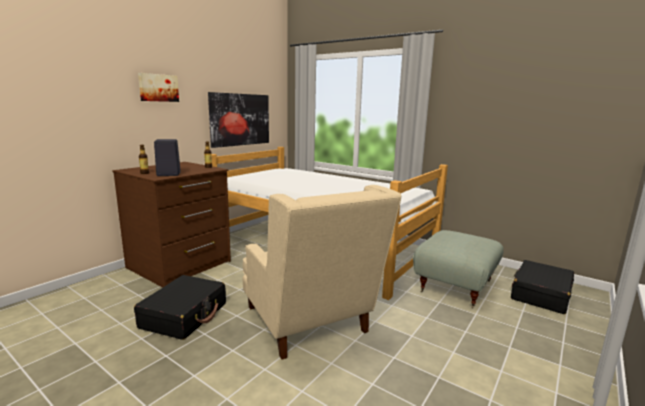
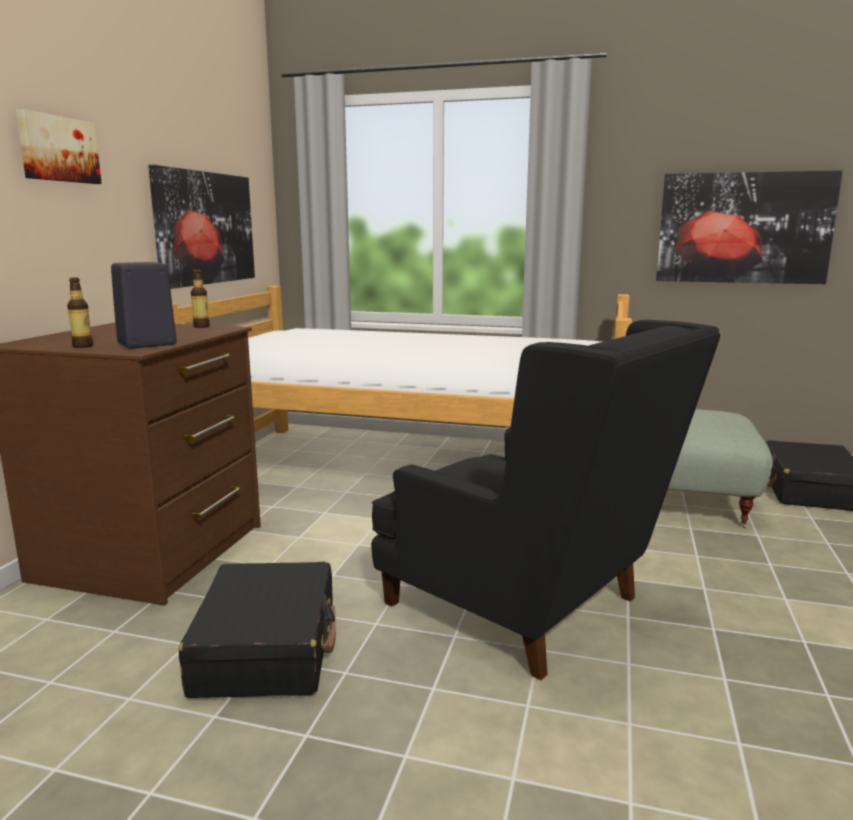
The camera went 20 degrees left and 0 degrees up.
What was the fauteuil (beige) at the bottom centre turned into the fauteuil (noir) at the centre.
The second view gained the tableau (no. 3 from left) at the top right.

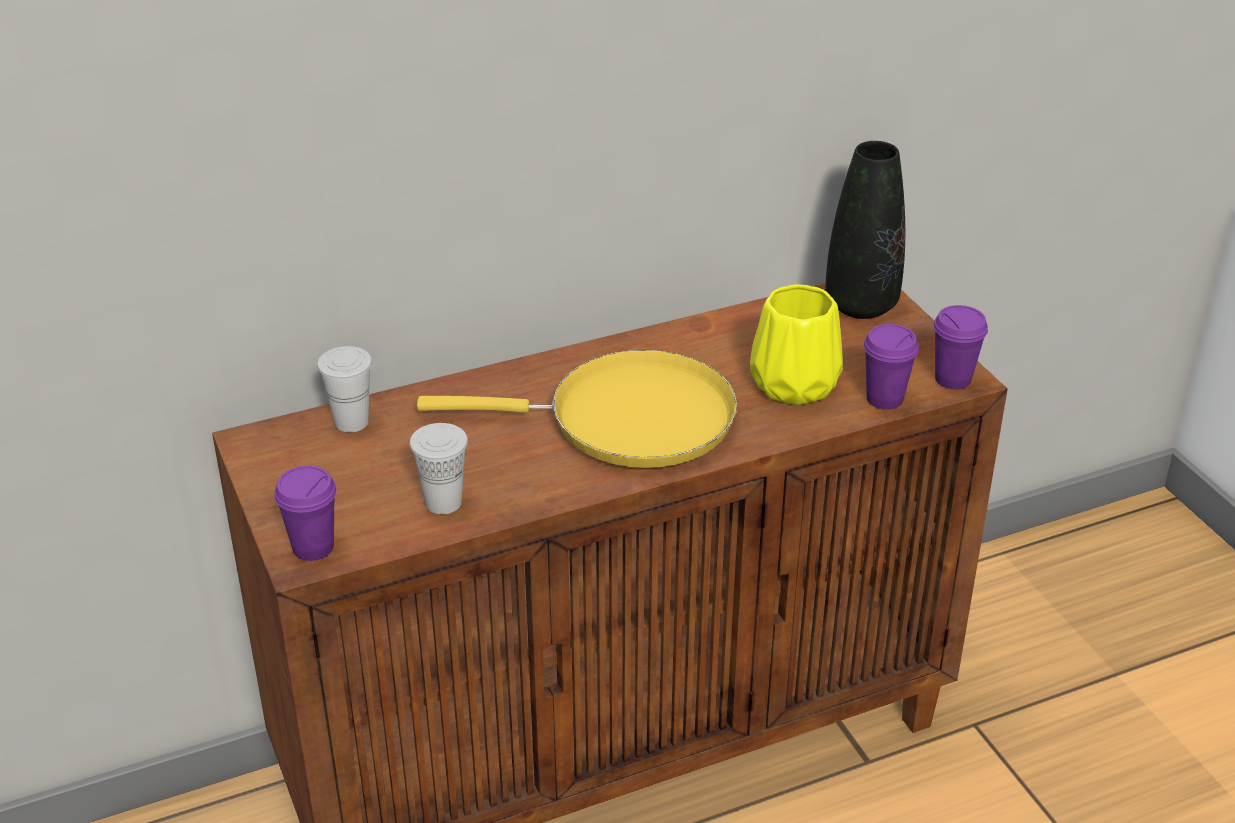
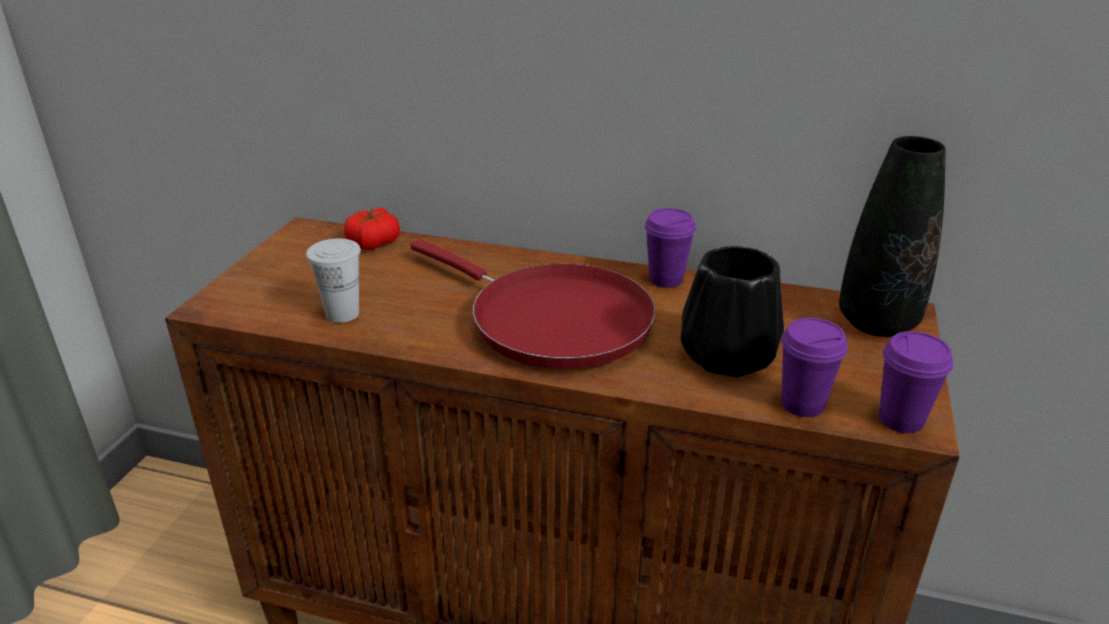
The camera went 40 degrees right and 5 degrees down.
The tasse (violet) (no. 1 from left) ended up elsewhere, having gone from the middle left to the centre.
Where the tasse (blanc) (no. 1 from left) stood at the middle left, the tomate came to stand at the centre.
What was the poêle (jaune) at the centre turned into the poêle (rouge) at the centre.
What was the vase (jaune) at the centre turned into the vase (noir) (no. 1 from left) at the centre.

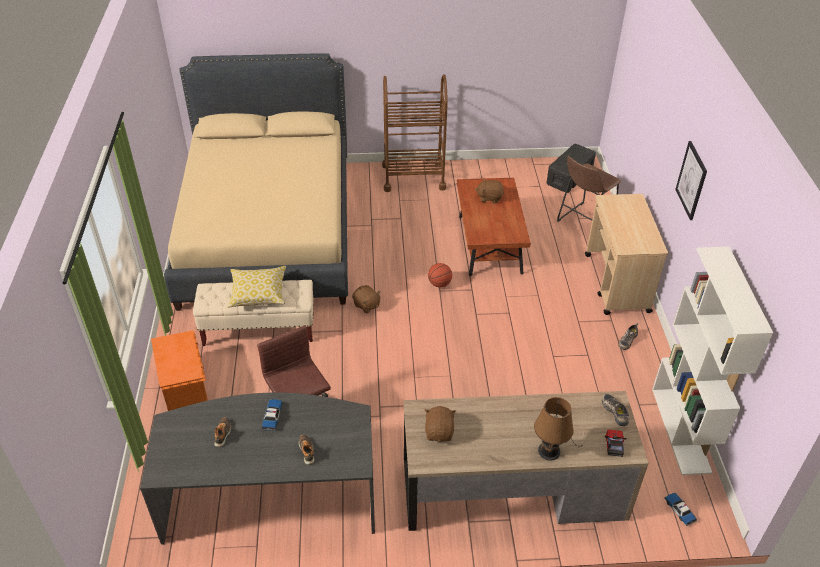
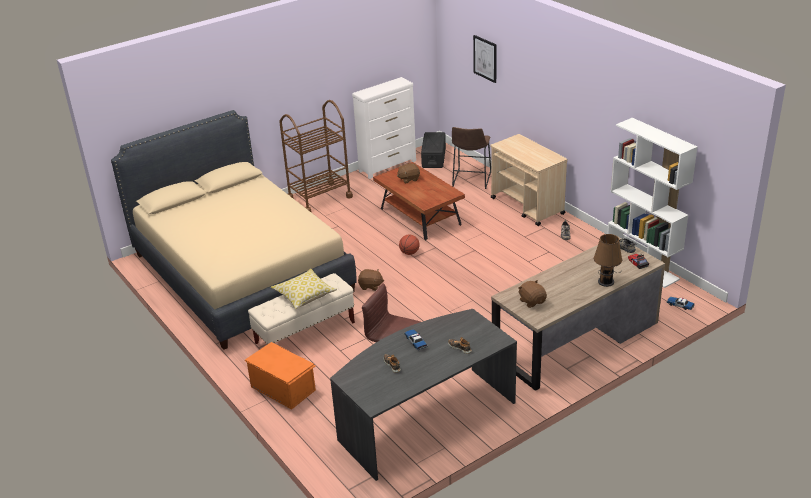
The camera went 30 degrees left and 10 degrees down.
The tableau ended up elsewhere, having gone from the top right to the top centre.
The second view gained the commode (blanc) at the top centre.

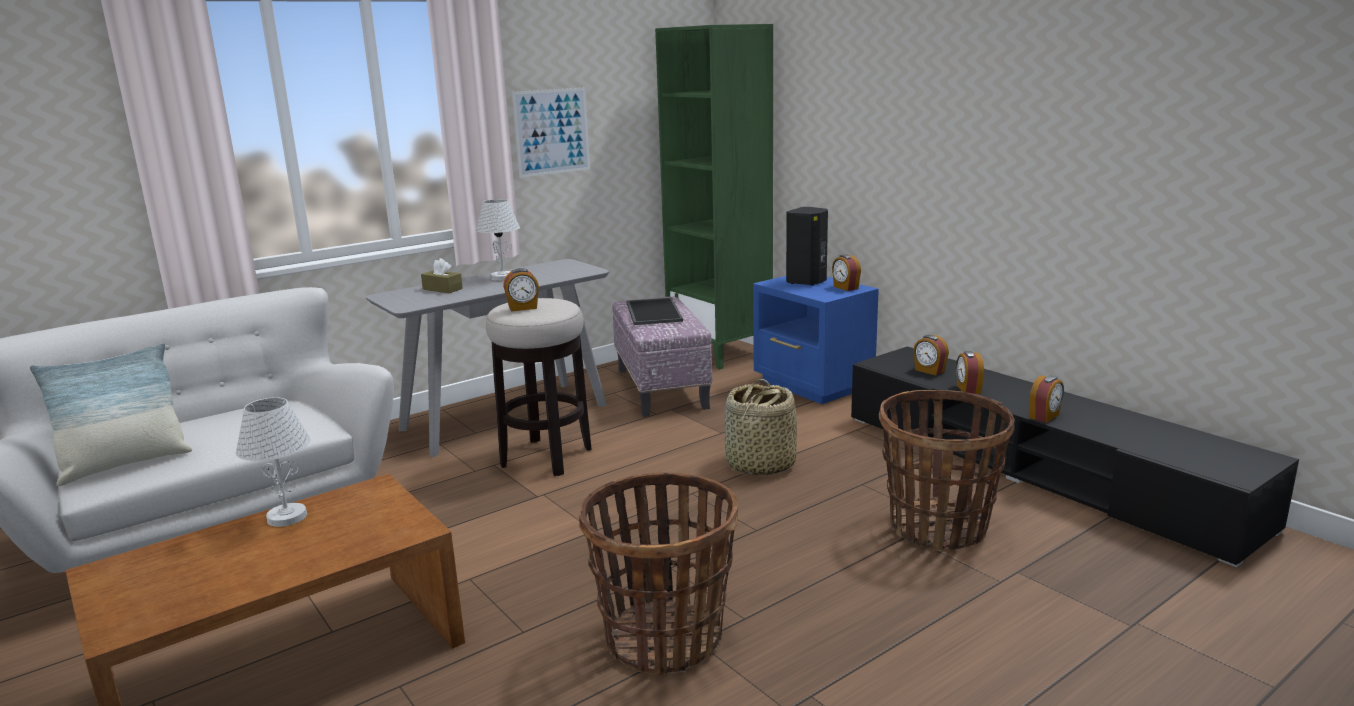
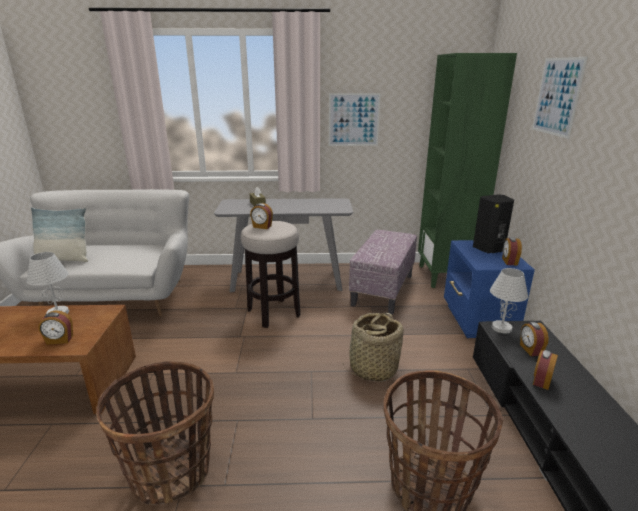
The camera went 35 degrees right and 5 degrees up.
The lampe de table (blanc) (no. 2 from left) ended up elsewhere, having gone from the centre to the middle right.
The second view lost the plateau at the centre.
The réveil (no. 5 from left in the first image) ended up elsewhere, having gone from the middle right to the middle left.
The second view gained the tableau (no. 2 from left) at the top right.

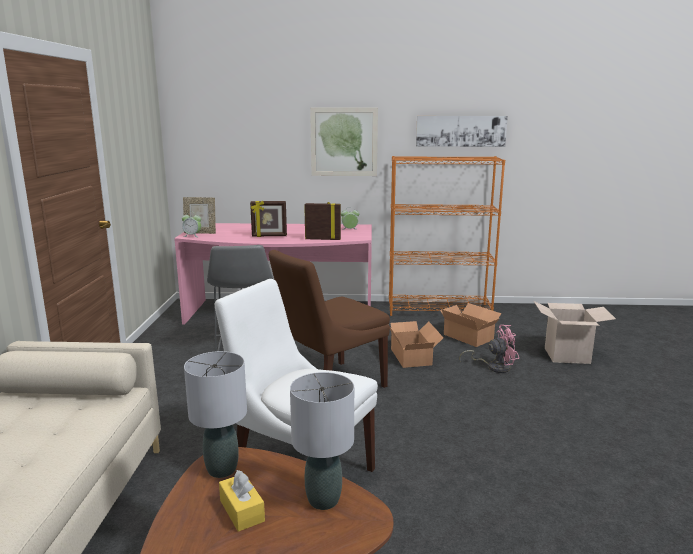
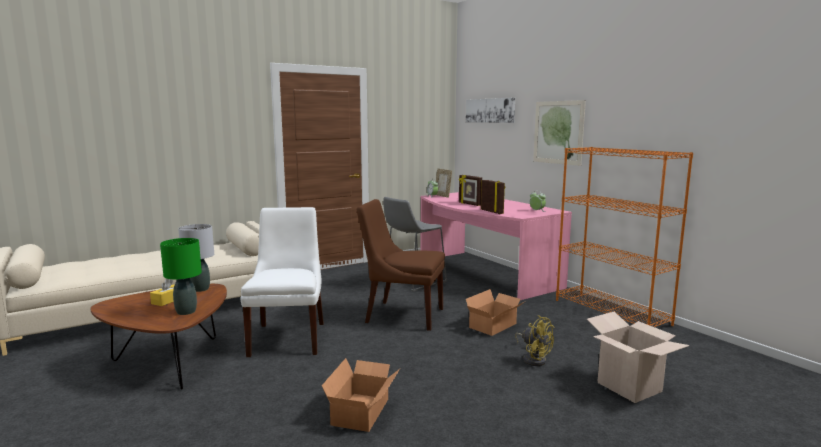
The camera went 55 degrees right and 5 degrees down.
What was the lampe de table (gris) (no. 2 from left) at the bottom centre turned into the lampe de table (vert) at the middle left.
The tableau (no. 2 from left in the first image) ended up elsewhere, having gone from the top right to the top centre.
The carton (no. 2 from left in the first image) ended up elsewhere, having gone from the middle right to the bottom centre.
What was the ventilateur (rose) at the middle right turned into the ventilateur (jaune) at the bottom centre.

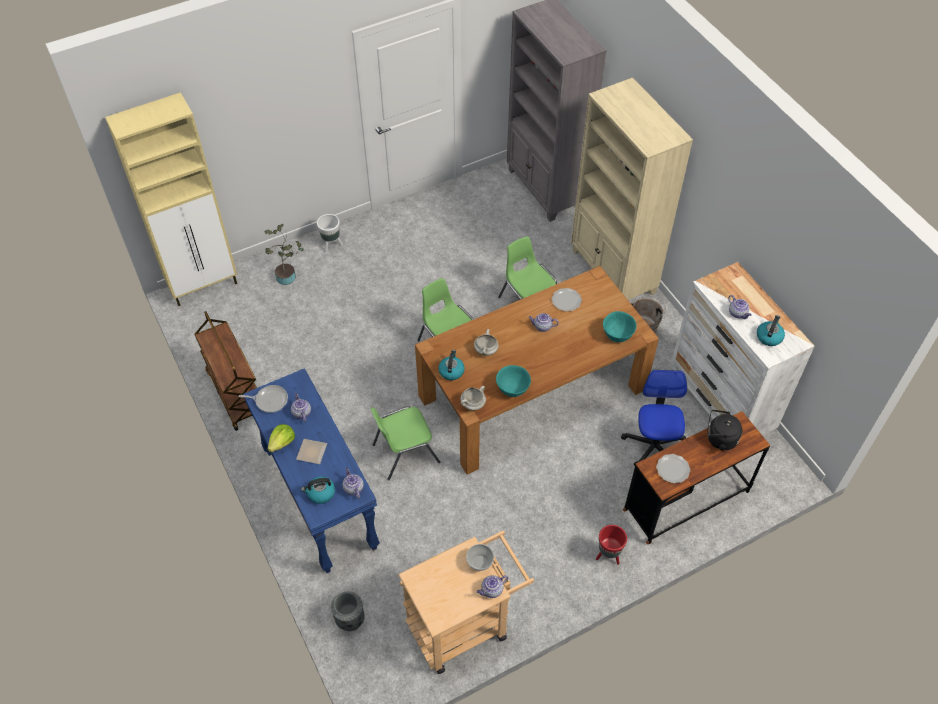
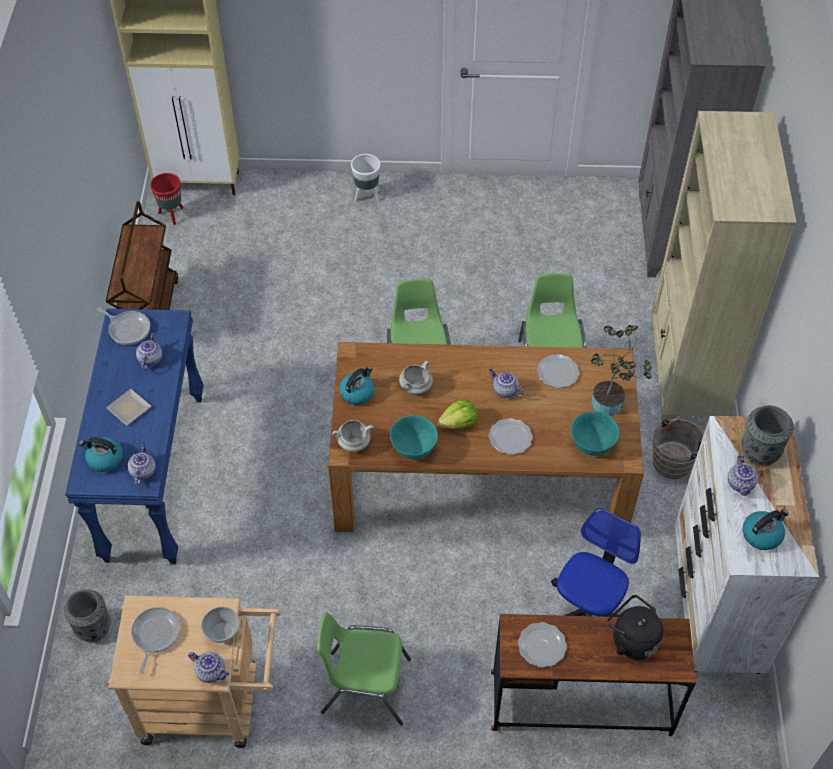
The camera went 30 degrees right and 0 degrees up.
The plante en pot ended up elsewhere, having gone from the middle left to the middle right.
The laitue ended up elsewhere, having gone from the middle left to the centre.
The chaise (vert) (no. 1 from left) ended up elsewhere, having gone from the centre to the bottom centre.
The théière (no. 3 from left) at the bottom centre ended up facing another way, 150 degrees counterclockwise from before.
The cache-pot (rouge) ended up elsewhere, having gone from the bottom centre to the top left.
The second view gained the poêle (no. 2 from left) at the bottom left.
The second view gained the assiette (no. 2 from left) at the centre.
The second view gained the vase (gris) (no. 2 from left) at the middle right.

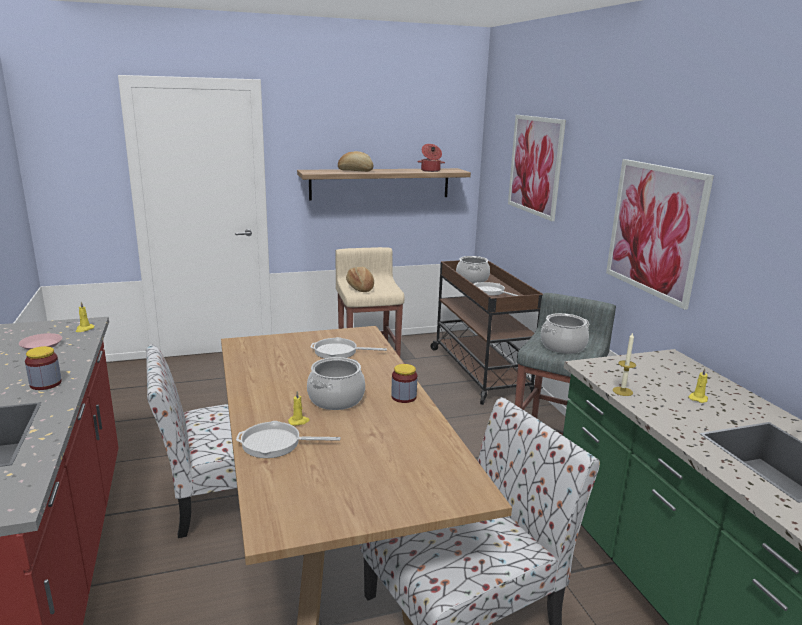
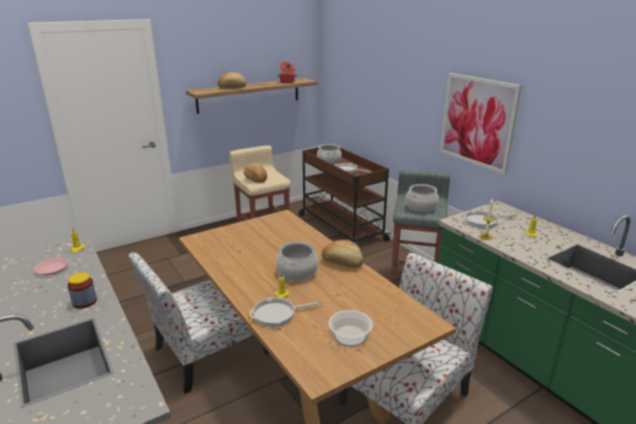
The camera went 15 degrees left and 5 degrees up.
The poêle (no. 2 from left in the first image) ended up elsewhere, having gone from the centre to the middle right.
Where the bocal (no. 2 from left) stood at the centre, the pain (no. 3 from left) came to stand at the centre.
The second view lost the tableau (no. 1 from left) at the top right.
The second view gained the bol at the bottom centre.

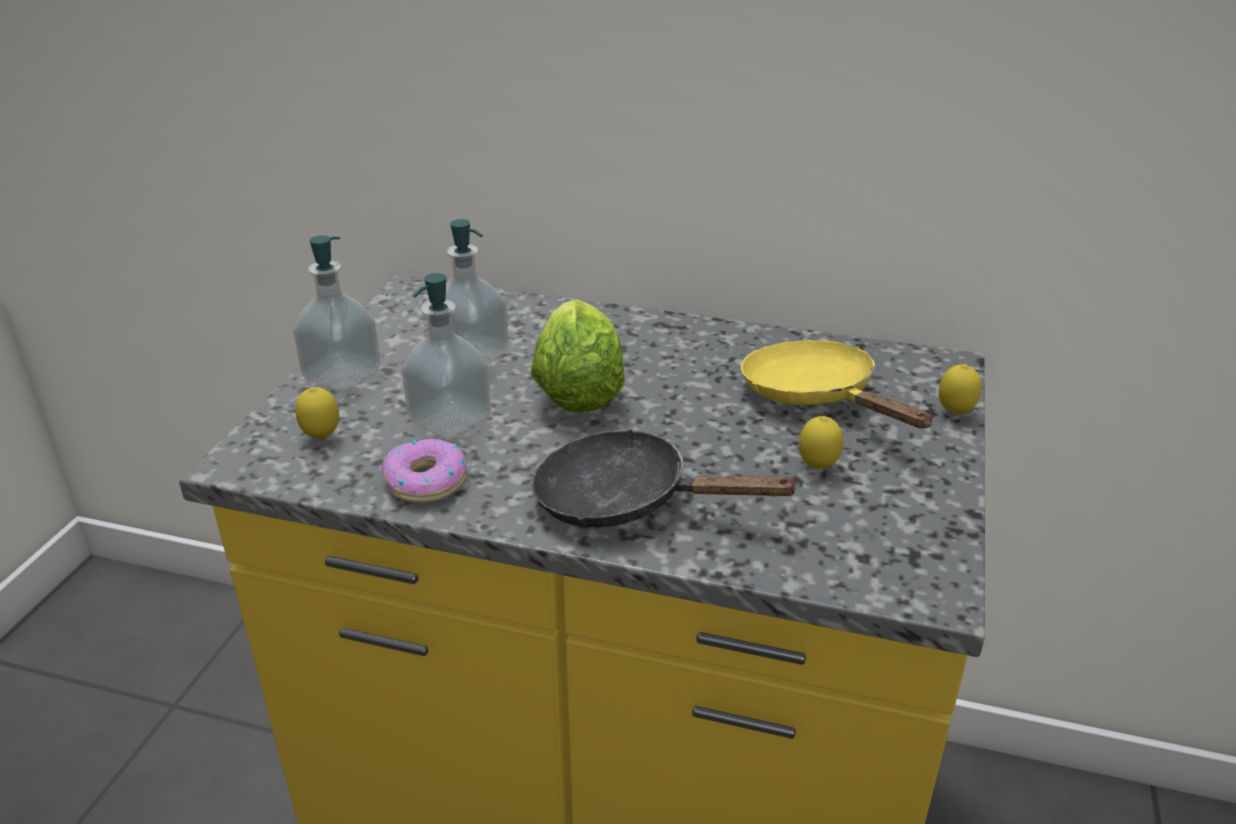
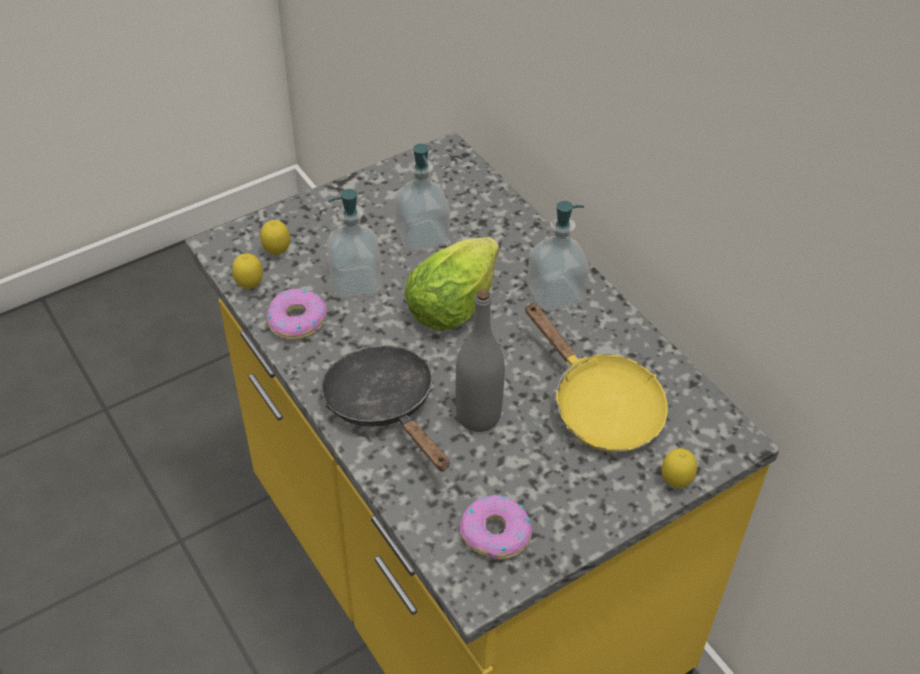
The camera went 40 degrees right and 15 degrees up.
The distributeur de savon (no. 1 from left in the first image) ended up elsewhere, having gone from the middle left to the centre.
The poêle (jaune) at the middle right ended up facing another way, 135 degrees clockwise from before.
The citron (no. 2 from left in the first image) ended up elsewhere, having gone from the centre to the middle left.
The second view gained the bouteille (gris) at the centre.
The second view gained the beignet (no. 2 from left) at the bottom centre.

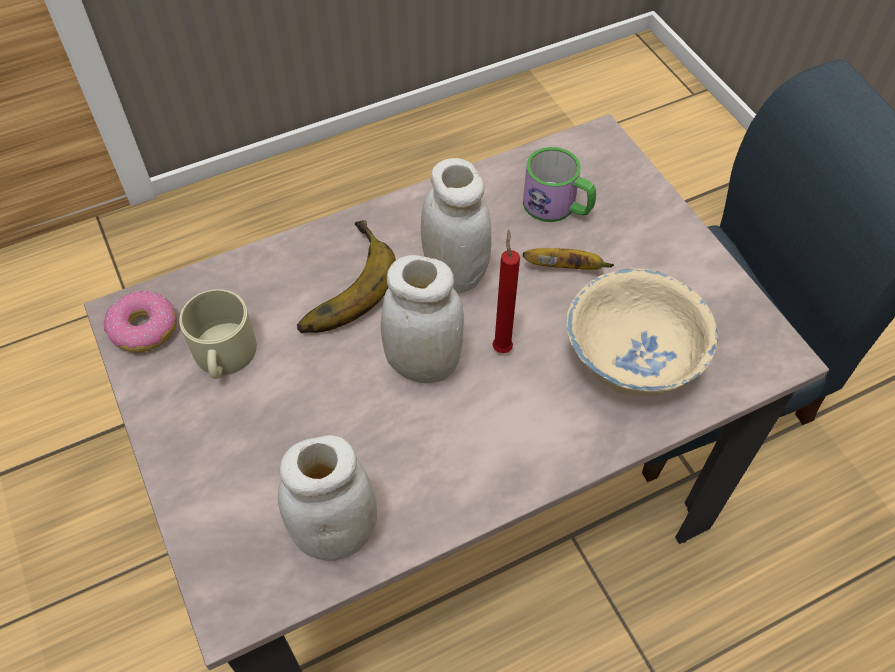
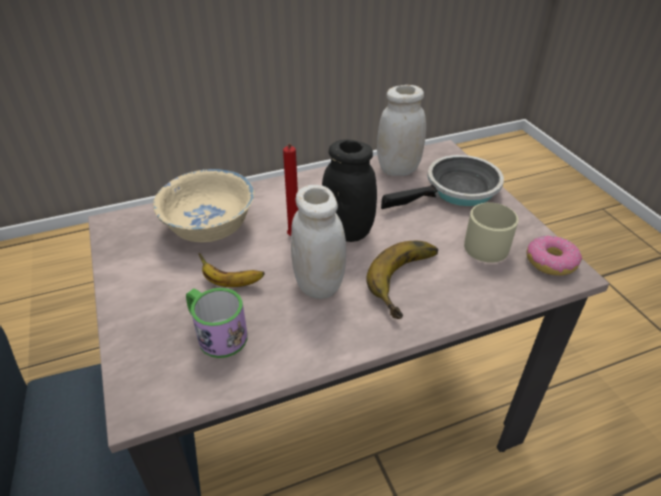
The camera went 175 degrees left and 15 degrees down.
What was the bocal (blanc) (no. 2 from left) at the centre turned into the bocal (noir) at the centre.
The second view gained the poêle at the middle right.

